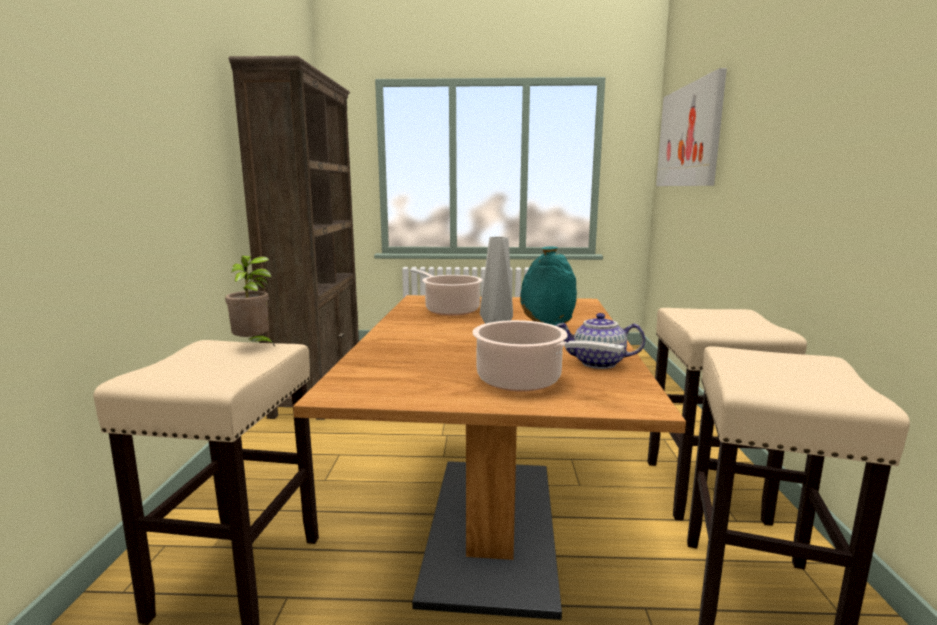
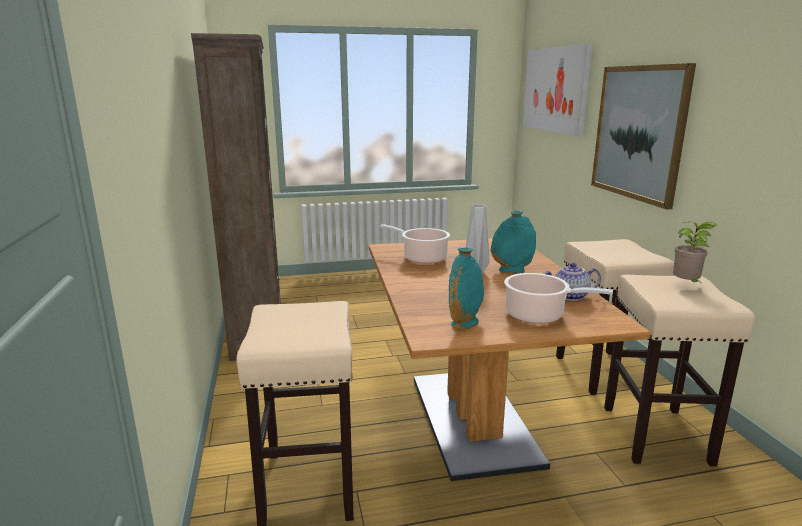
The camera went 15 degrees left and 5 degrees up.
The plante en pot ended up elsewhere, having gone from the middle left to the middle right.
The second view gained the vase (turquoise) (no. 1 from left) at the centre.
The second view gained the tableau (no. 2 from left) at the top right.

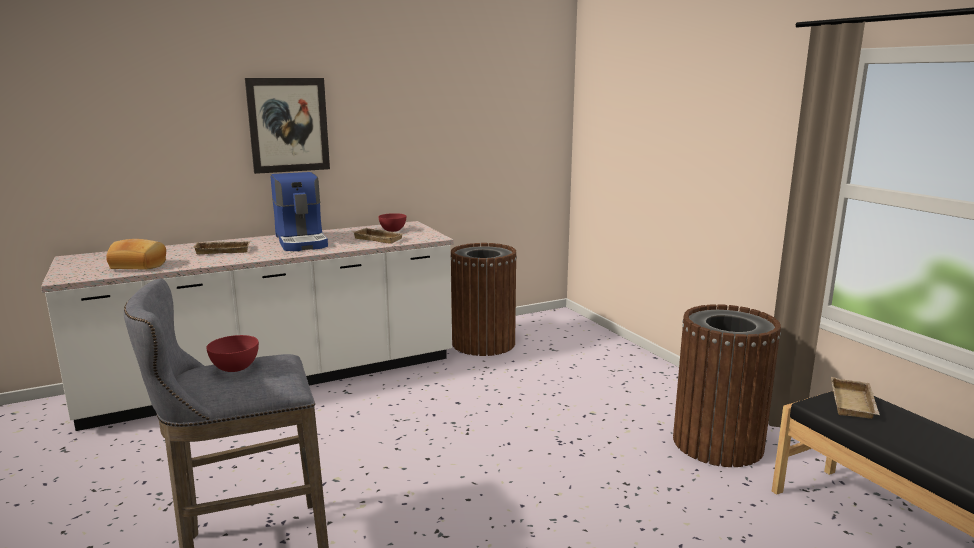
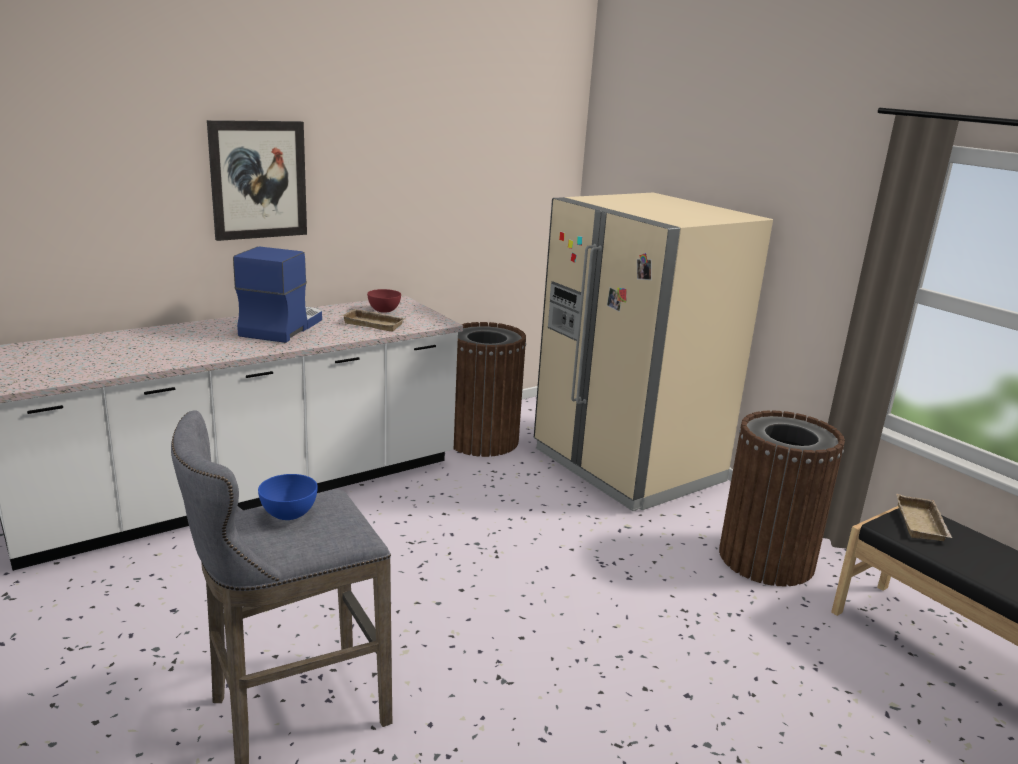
The camera went 10 degrees left and 5 degrees up.
The second view lost the pain at the middle left.
The second view lost the plateau (beige) (no. 1 from left) at the middle left.
What was the bol (rouge) (no. 1 from left) at the middle left turned into the bol (bleu) at the middle left.
The machine à café at the middle left ended up facing another way, 135 degrees counterclockwise from before.
The second view gained the réfrigérateur (beige) at the centre.

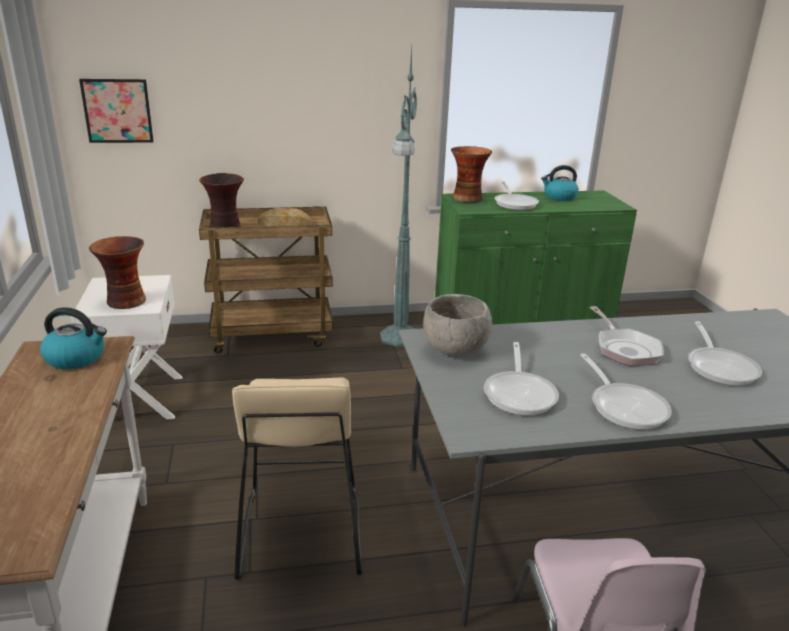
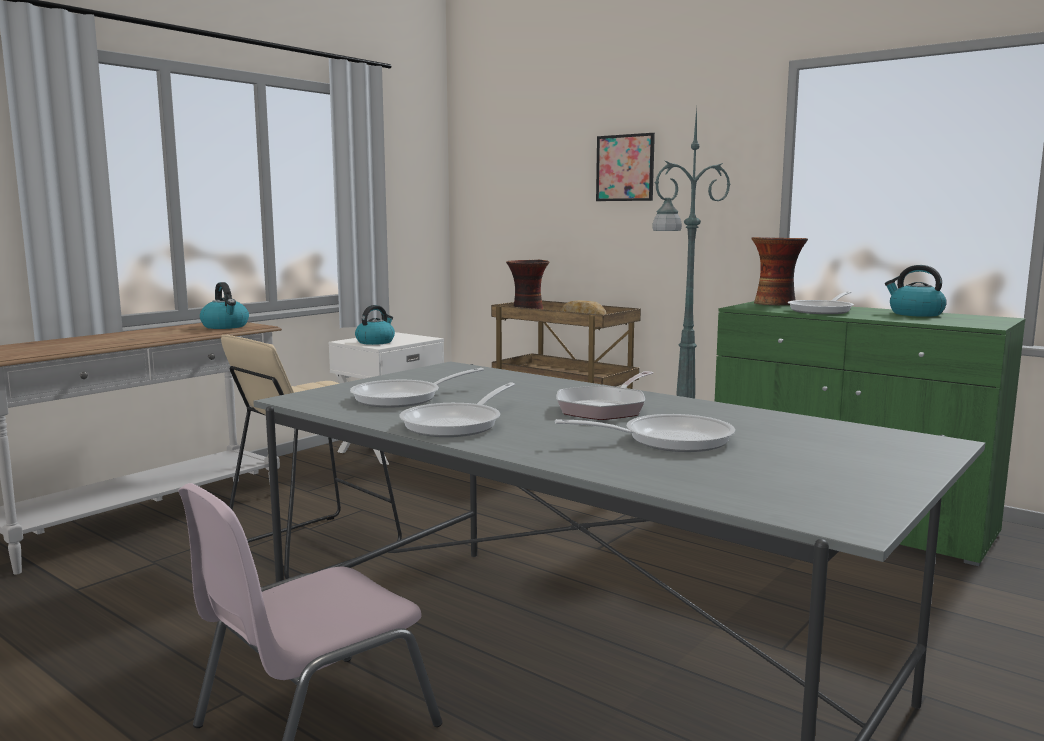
The camera went 50 degrees right and 15 degrees down.
The tableau ended up elsewhere, having gone from the top left to the top centre.
Where the vase (no. 1 from left) stood at the middle left, the bouilloire (no. 2 from left) came to stand at the centre.
The second view lost the bol (gris) at the centre.
The poêle (no. 5 from left in the first image) at the middle right ended up facing another way, 150 degrees counterclockwise from before.

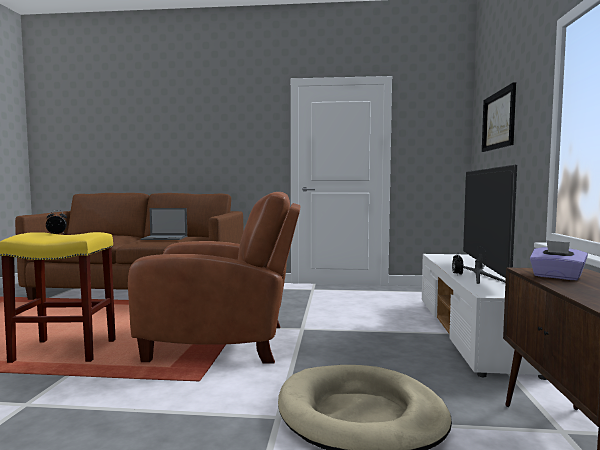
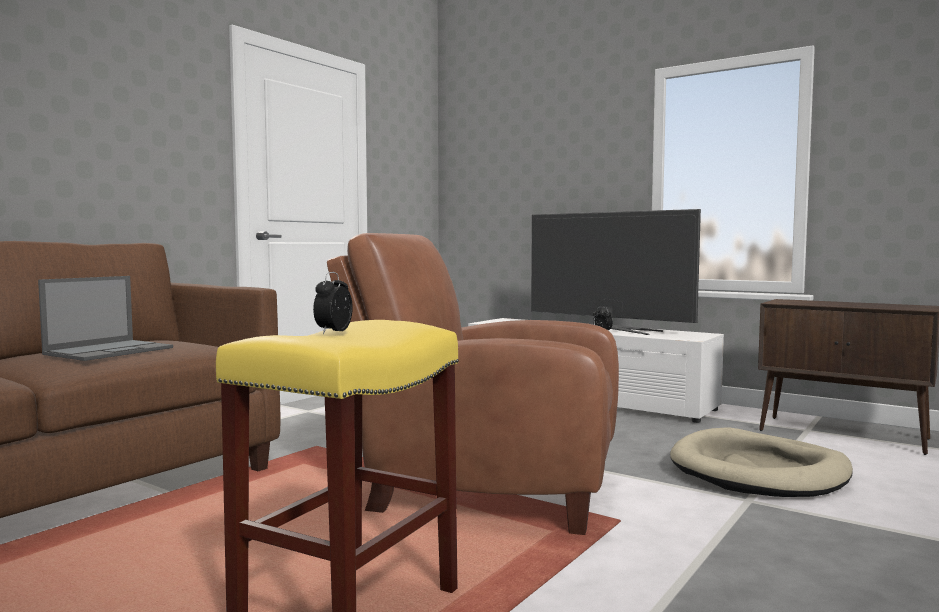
The camera went 60 degrees left and 0 degrees up.
The fauteuil (marron) at the centre ended up facing another way, 105 degrees counterclockwise from before.
The second view lost the tableau at the top right.
The second view lost the boîte à mouchoirs (violet) at the middle right.

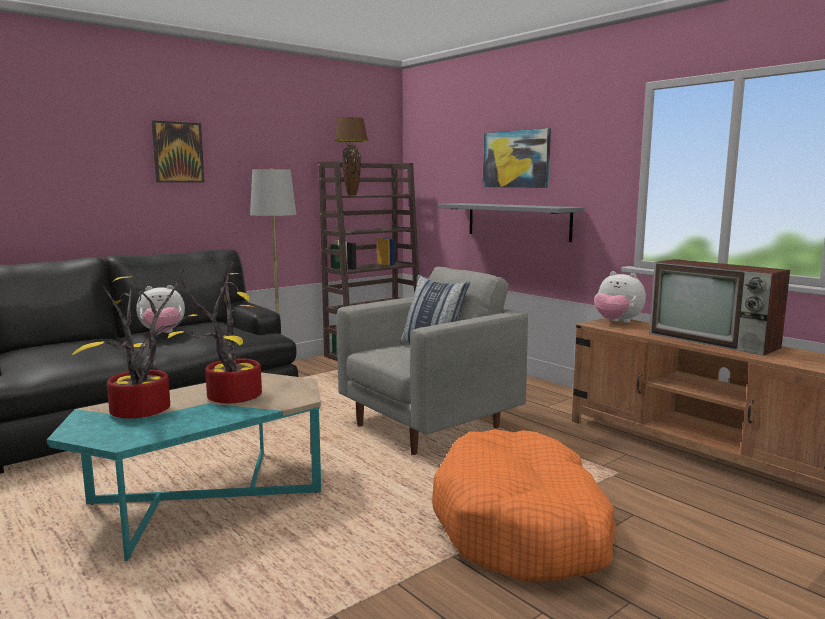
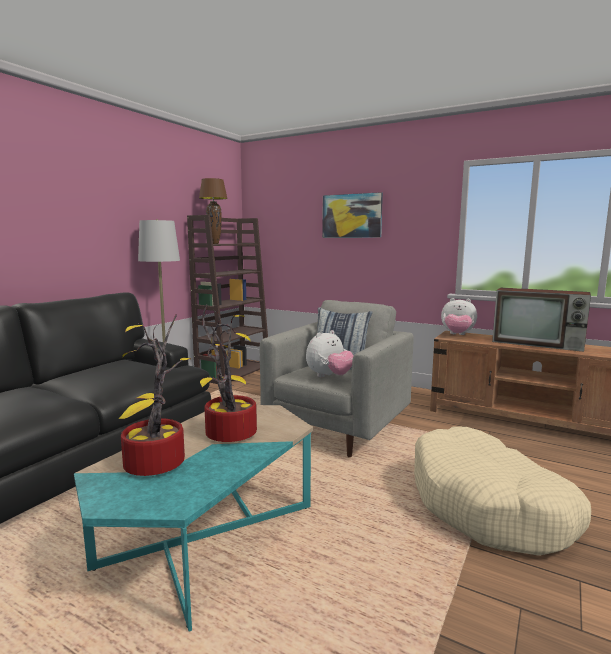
The camera went 20 degrees left and 0 degrees up.
The peluche (no. 1 from left) ended up elsewhere, having gone from the middle left to the centre.
The second view lost the tableau (no. 1 from left) at the top left.
What was the panier pour chien (orange) at the bottom centre turned into the panier pour chien (beige) at the bottom right.
The second view lost the étagère (gris) at the centre.

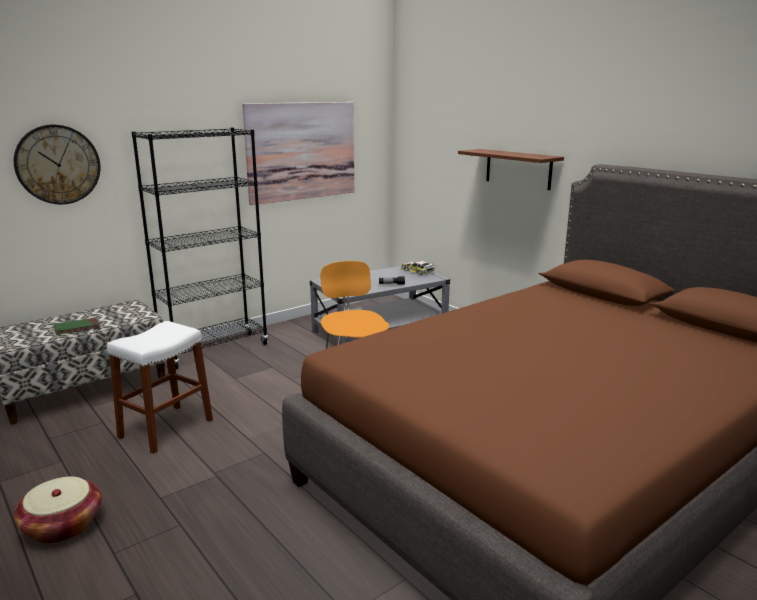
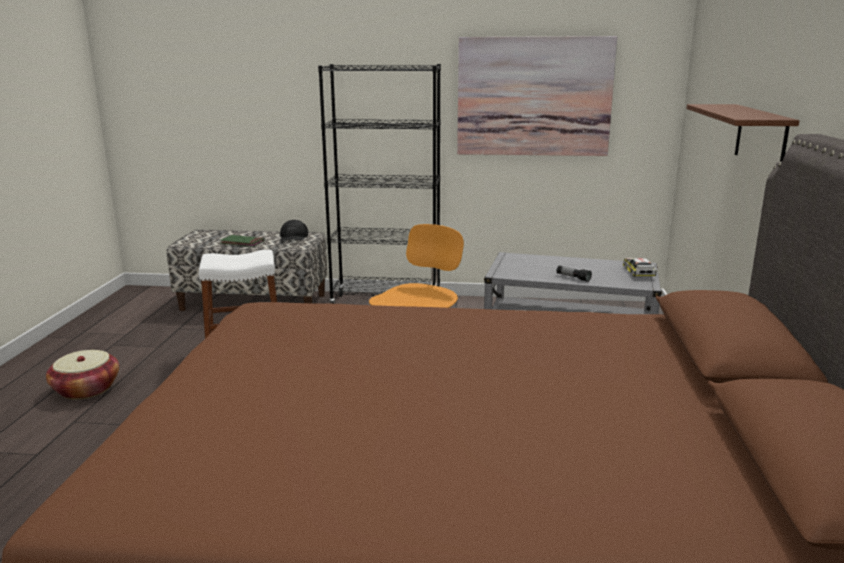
The camera went 45 degrees right and 0 degrees up.
The second view lost the horloge murale at the top left.
The second view gained the casquette (noir) at the centre.

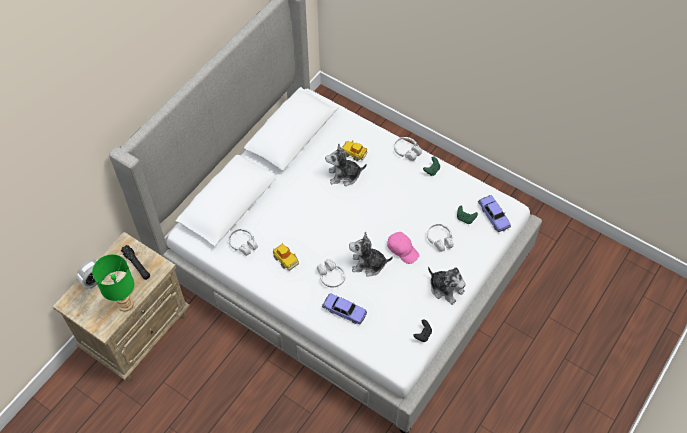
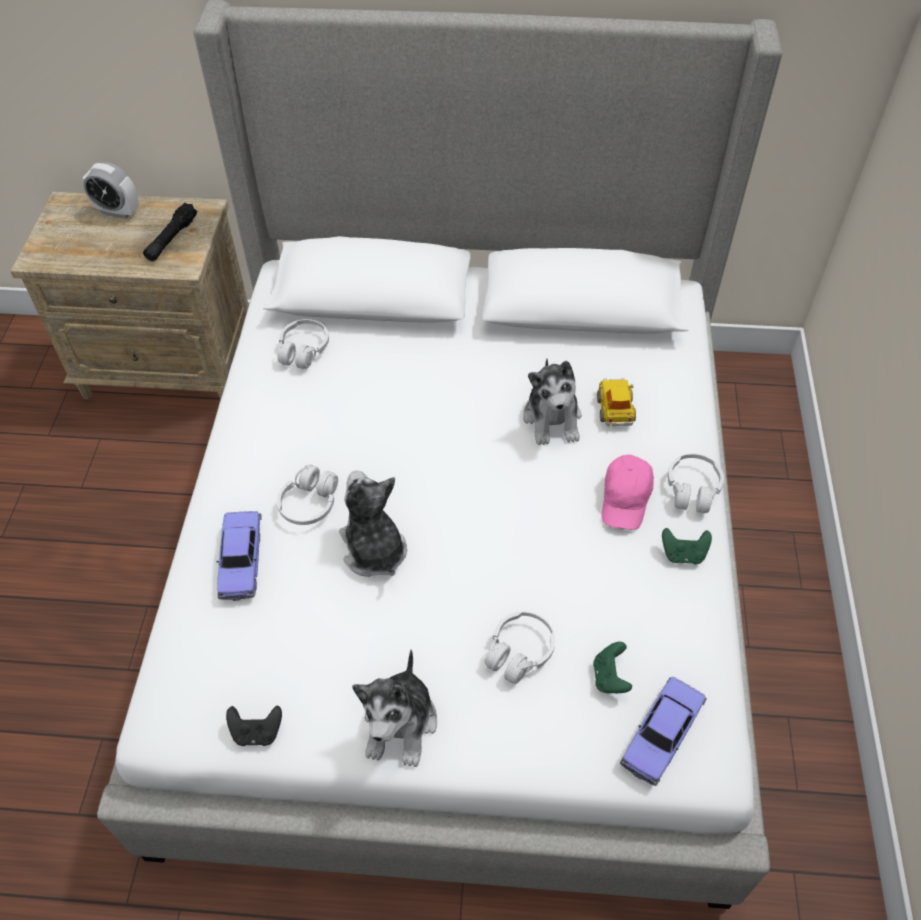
The camera went 60 degrees right and 5 degrees down.
The second view lost the lampe de table (vert) at the middle left.
The second view lost the petite voiture (no. 1 from left) at the centre.
The peluche (no. 1 from left in the first image) at the centre ended up facing another way, 150 degrees counterclockwise from before.
The casquette (rose) ended up elsewhere, having gone from the centre to the middle right.

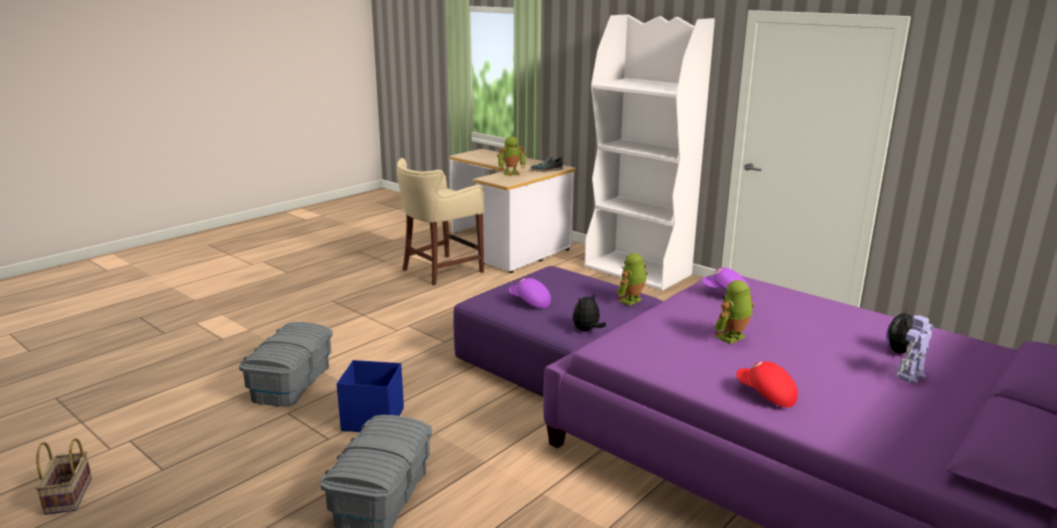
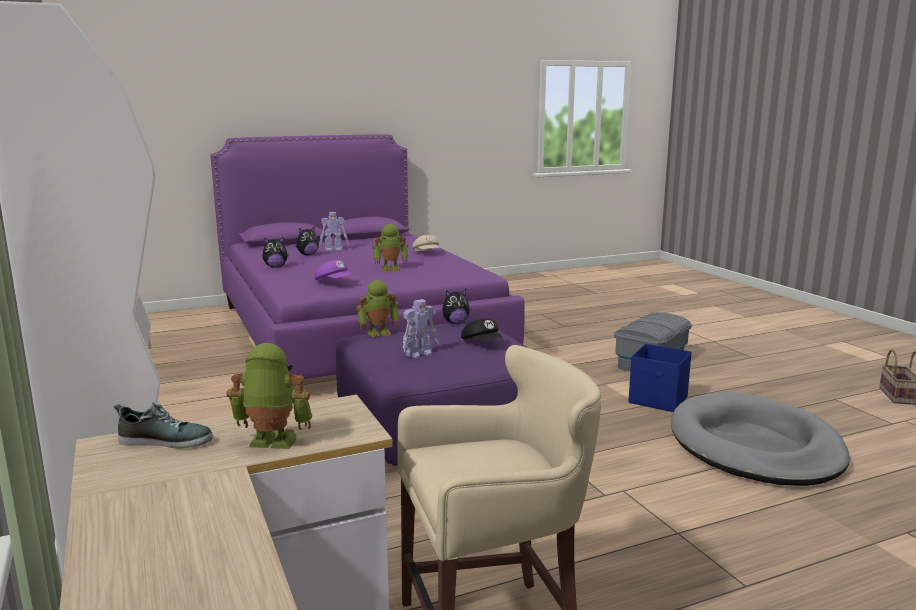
The camera went 155 degrees left and 5 degrees down.
Where the boîte de rangement (gris) (no. 1 from left) stood at the bottom left, the panier pour chien (gris) came to stand at the bottom right.
What was the casquette (violet) (no. 1 from left) at the centre turned into the casquette (noir) at the centre.
What was the casquette (rouge) at the bottom right turned into the casquette (beige) at the centre.
The second view gained the peluche (no. 1 from left) at the middle left.
The second view gained the robot jouet (no. 5 from left) at the centre.

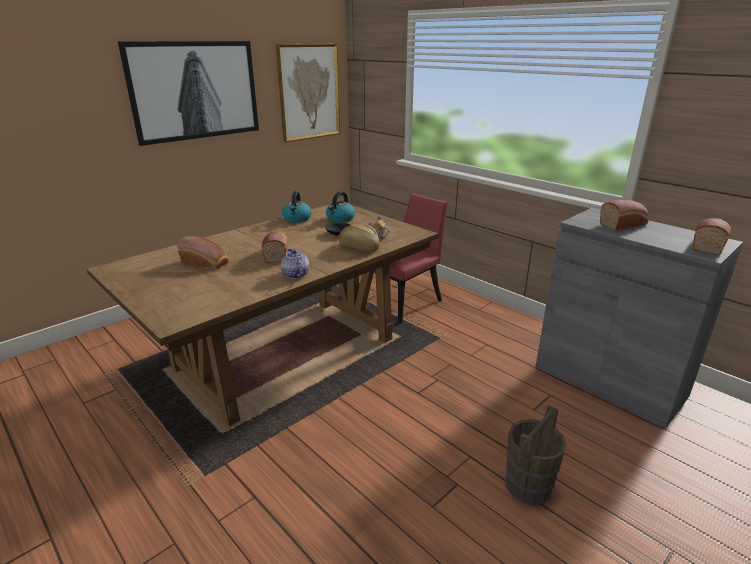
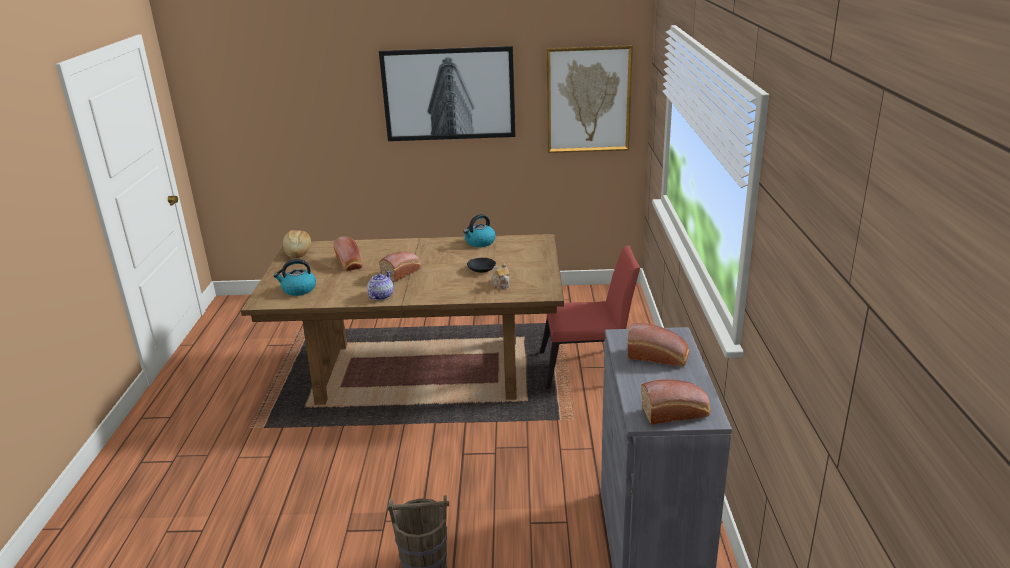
The camera went 45 degrees right and 0 degrees up.
The bouilloire (no. 2 from left in the first image) ended up elsewhere, having gone from the centre to the middle left.
The pain (no. 3 from left in the first image) ended up elsewhere, having gone from the centre to the middle left.

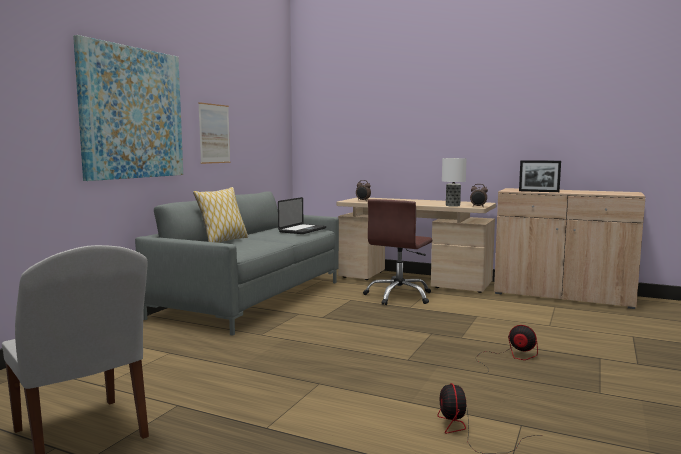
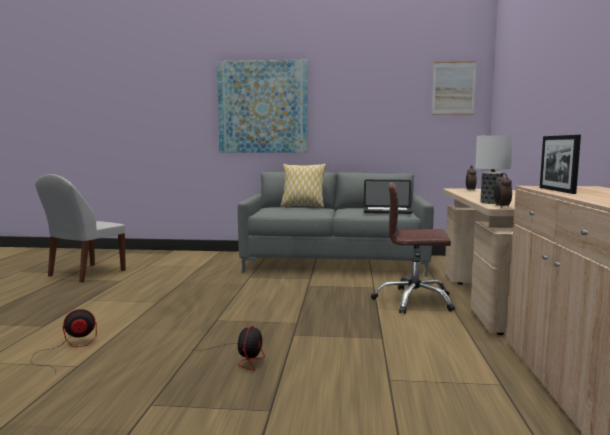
The camera went 70 degrees right and 0 degrees up.
The tableau (no. 2 from left) ended up elsewhere, having gone from the top left to the top right.

